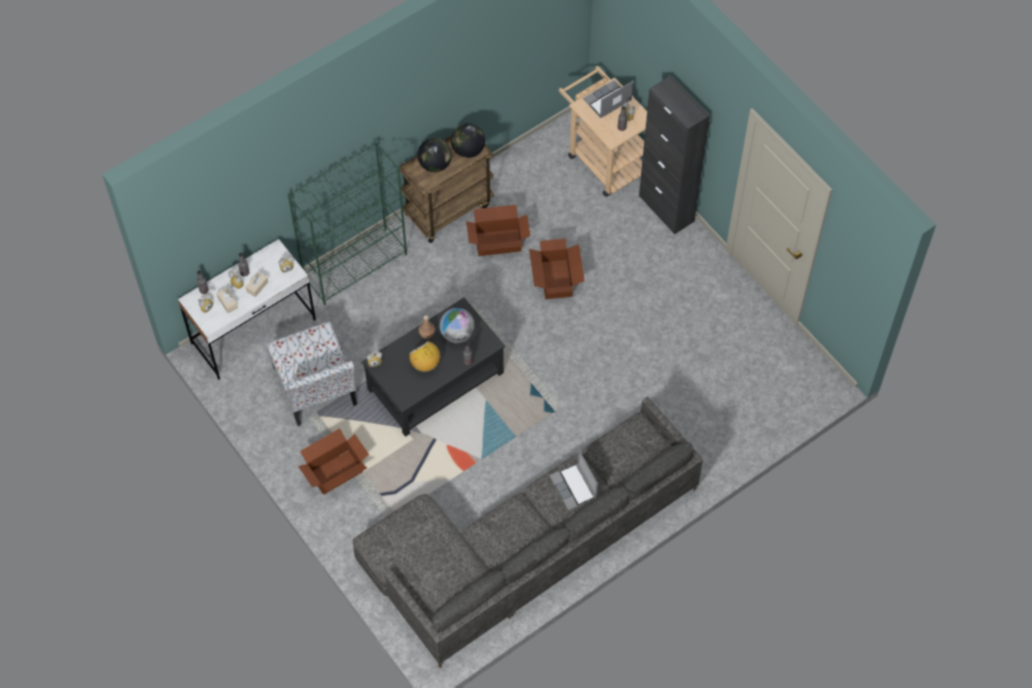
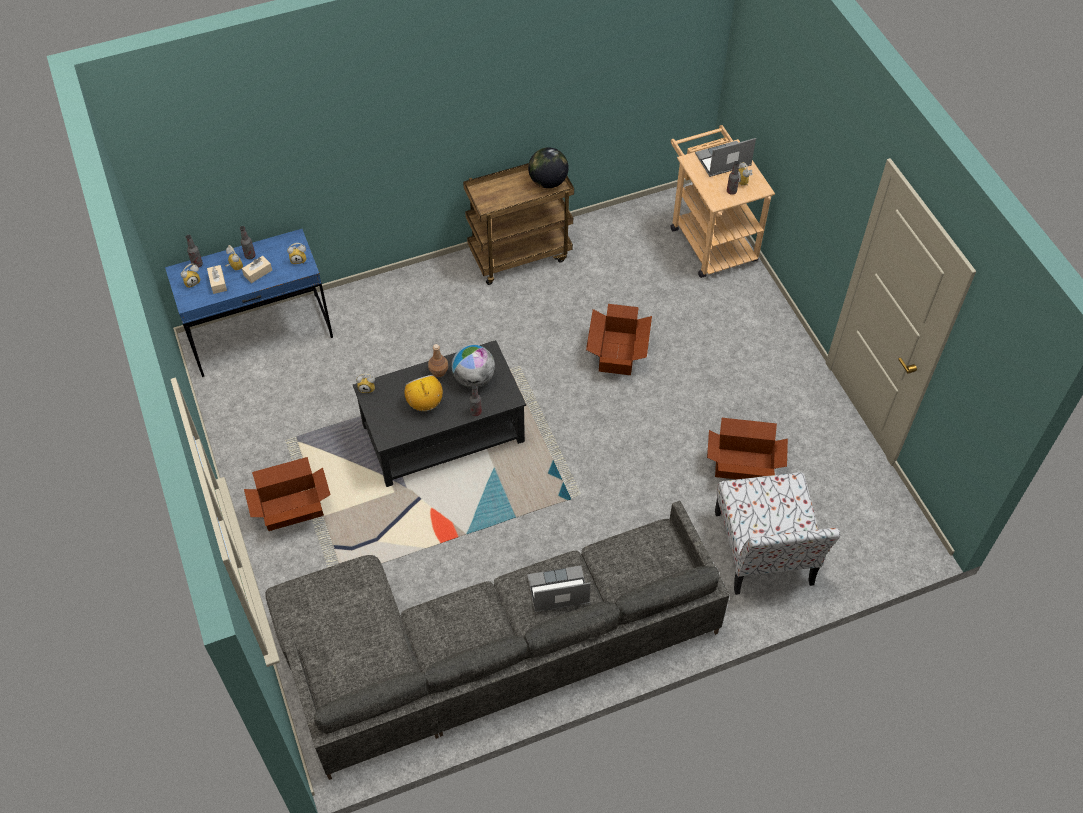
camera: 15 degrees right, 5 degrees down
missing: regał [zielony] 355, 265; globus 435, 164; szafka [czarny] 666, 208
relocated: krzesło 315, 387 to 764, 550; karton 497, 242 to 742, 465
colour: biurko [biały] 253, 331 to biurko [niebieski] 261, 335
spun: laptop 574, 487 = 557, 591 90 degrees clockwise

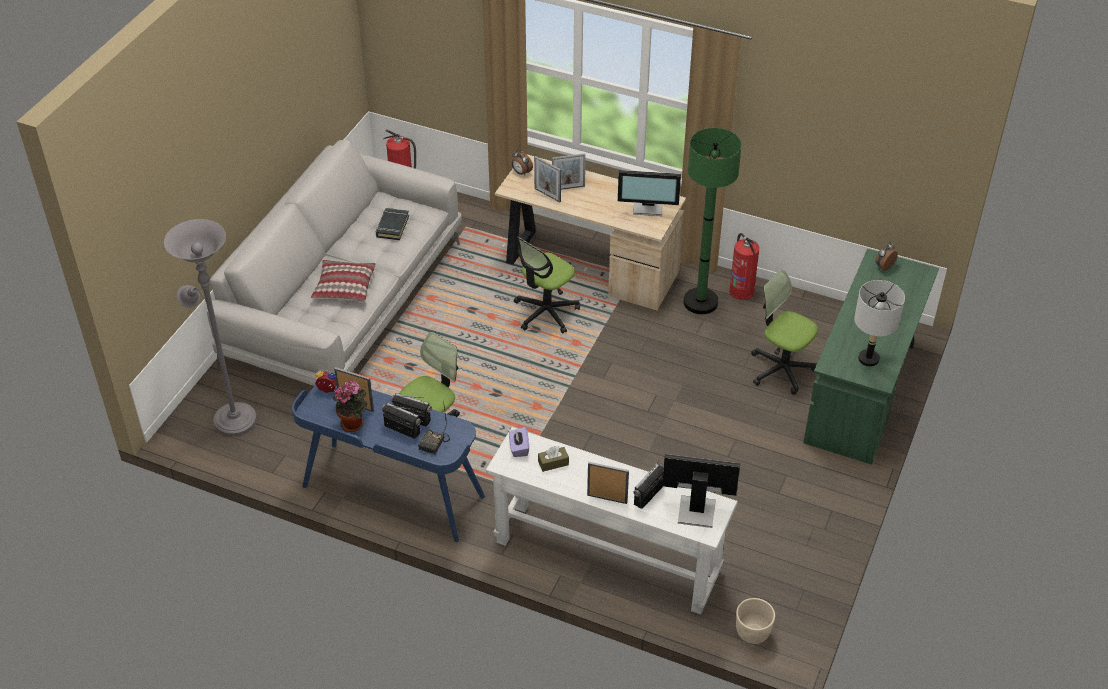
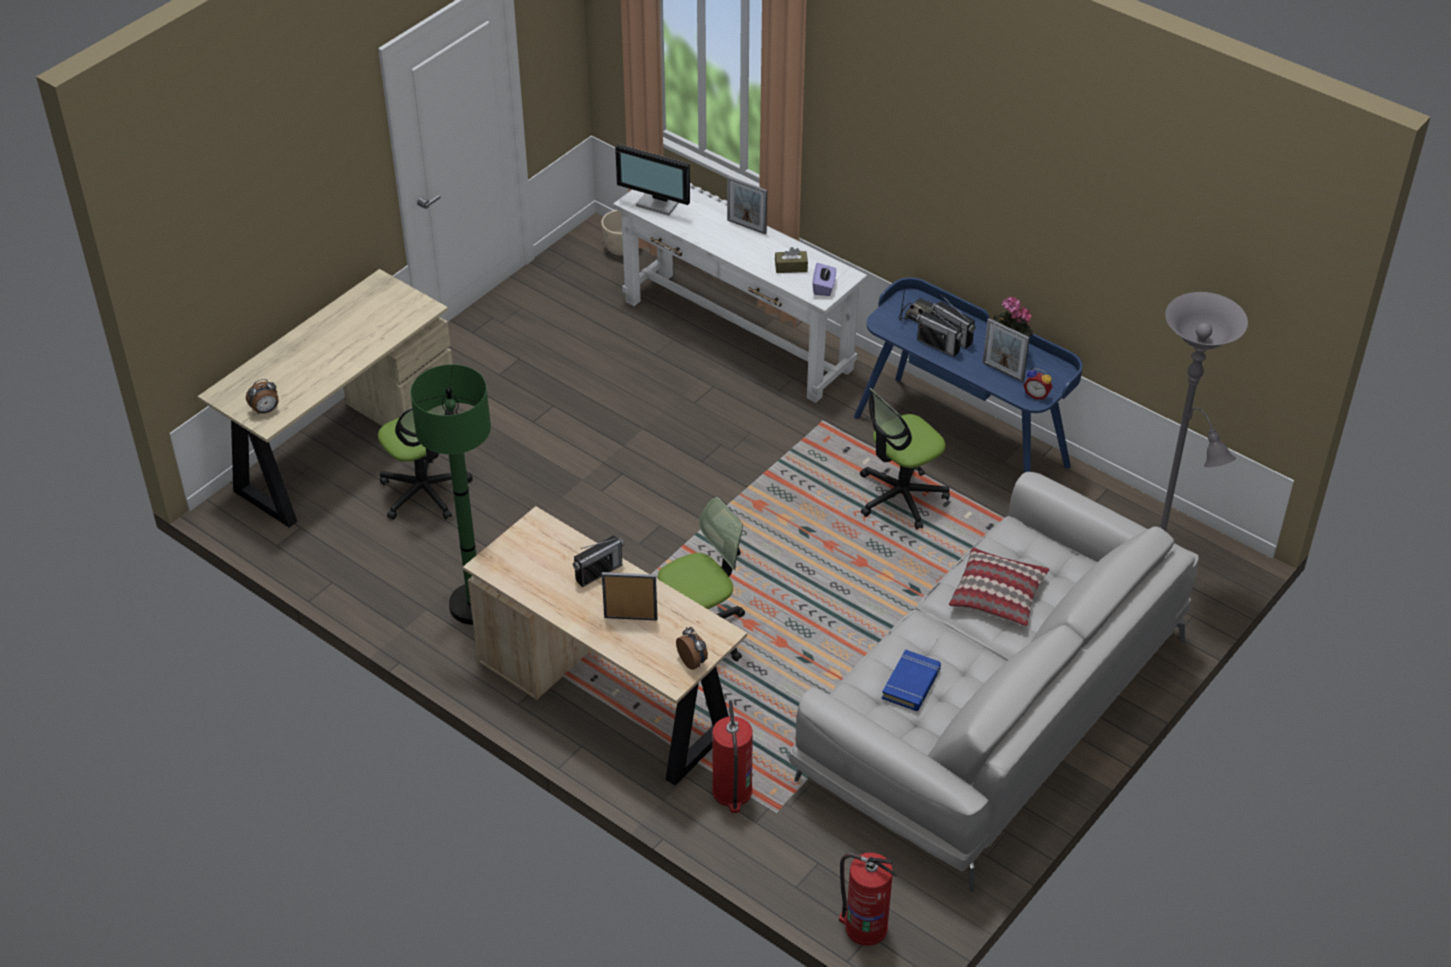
camera: 165 degrees left, 0 degrees up
missing: ramka na zdjęcie 547, 195; monitor 648, 207; lampa stołowa [szary] 868, 359
relocated: radio 648, 495 to 598, 572; gaśnica 741, 290 to 732, 792
colour: książka [czarny] 392, 226 to książka [niebieski] 911, 684; biurko [zielony] 864, 389 to biurko [beżowy] 341, 447

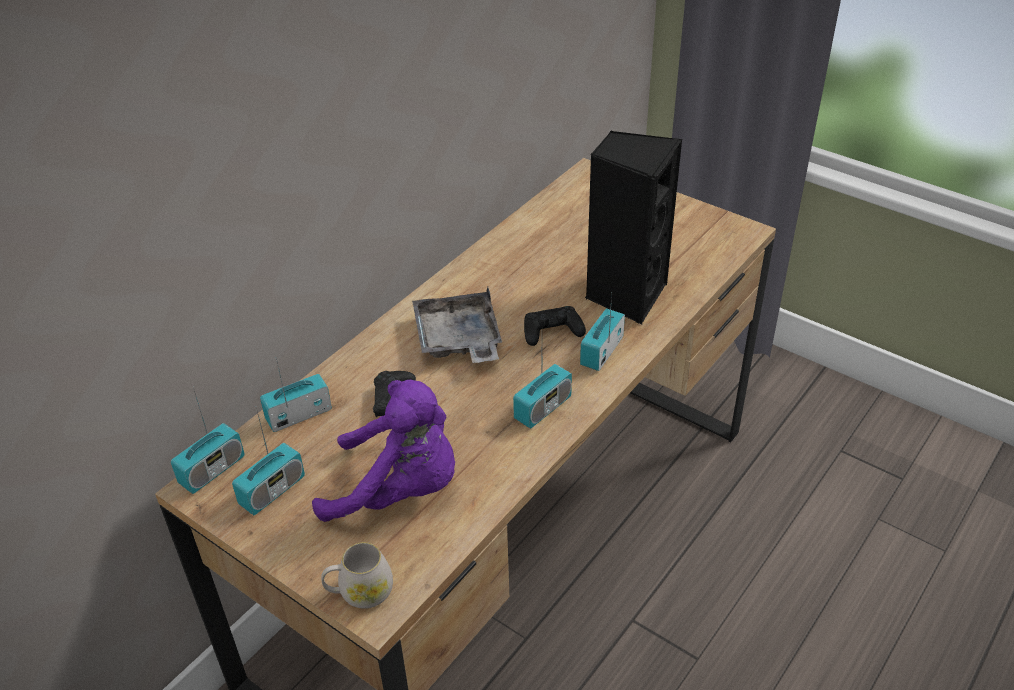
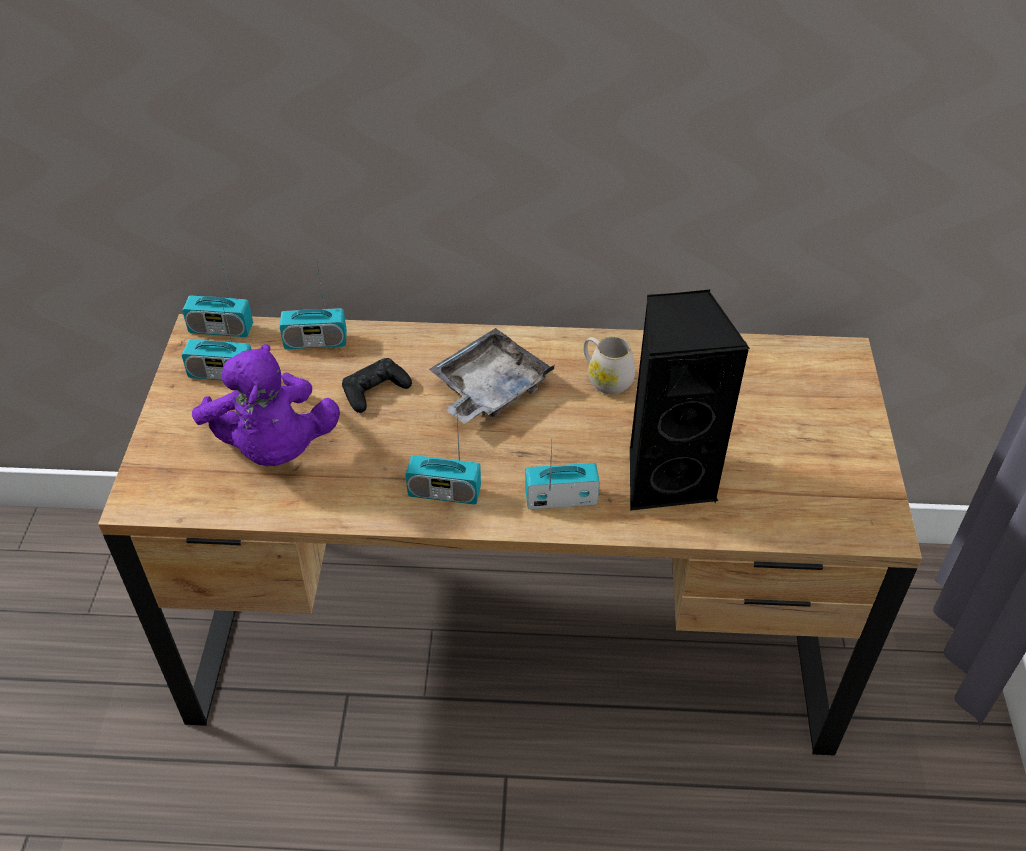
camera: 55 degrees right, 5 degrees up
missing: pad do gier [czarny] 552, 331
relocated: kubek [biały] 360, 593 to 605, 379
spun: radio 299, 415 = 315, 342 150 degrees clockwise

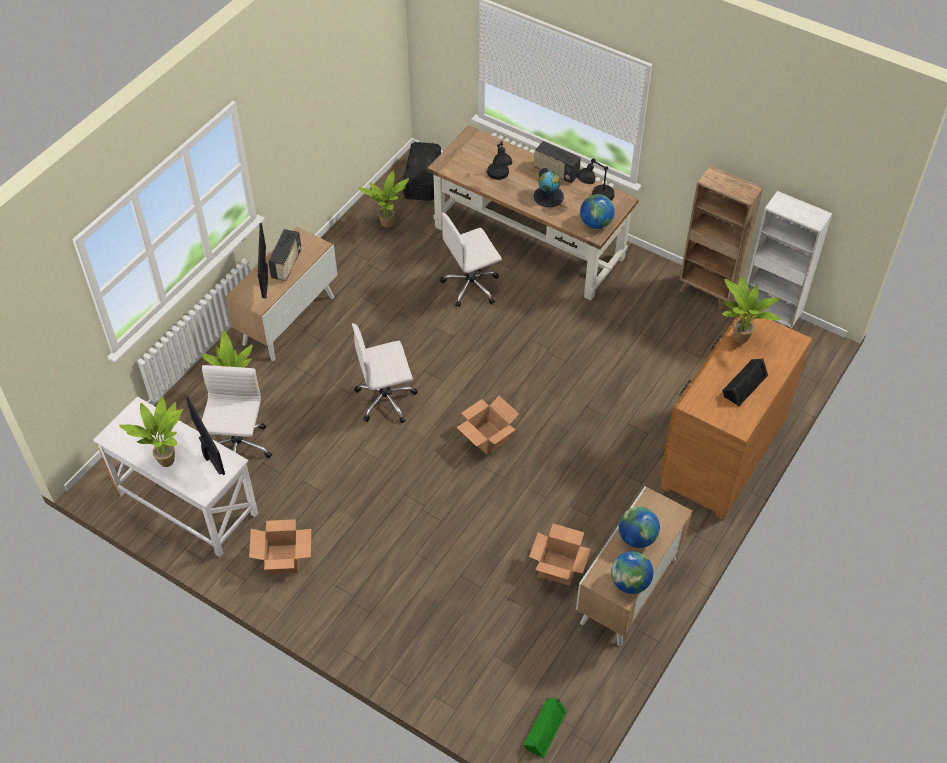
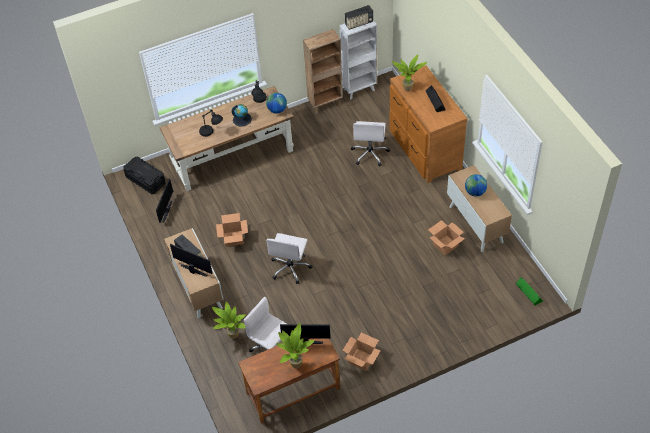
camera: 55 degrees left, 0 degrees up
missing: globus 630, 583
relocated: krzesło biurowe [biały] 472, 286 to 370, 153; karton 488, 438 to 234, 238; radio 556, 172 to 359, 23
exchanged: roślina doniczkowa 388, 225 to monitor 166, 211
colour: biurko [biały] 186, 504 to biurko [brązowy] 293, 391

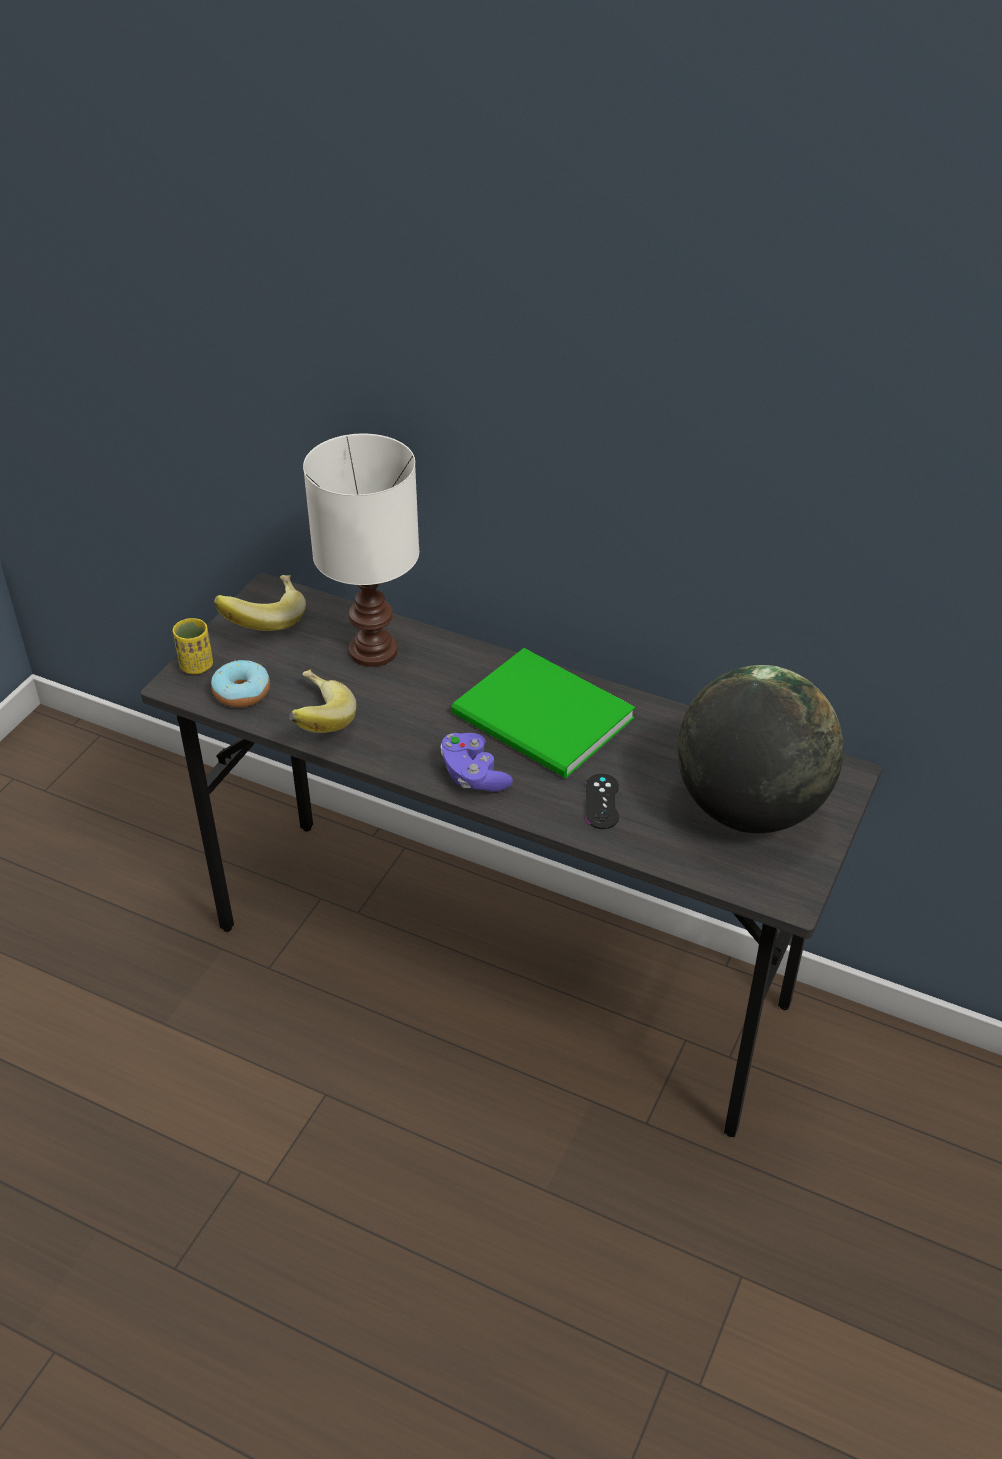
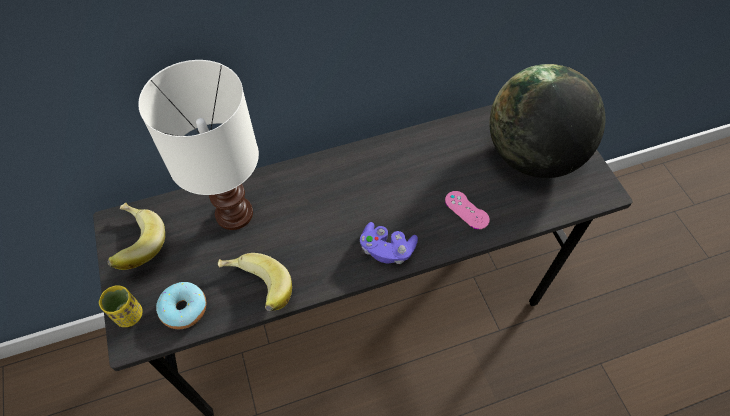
camera: 45 degrees left, 15 degrees up
missing: książka [zielony] 544, 720
colour: pad do gier [czarny] 602, 802 to pad do gier [różowy] 466, 210

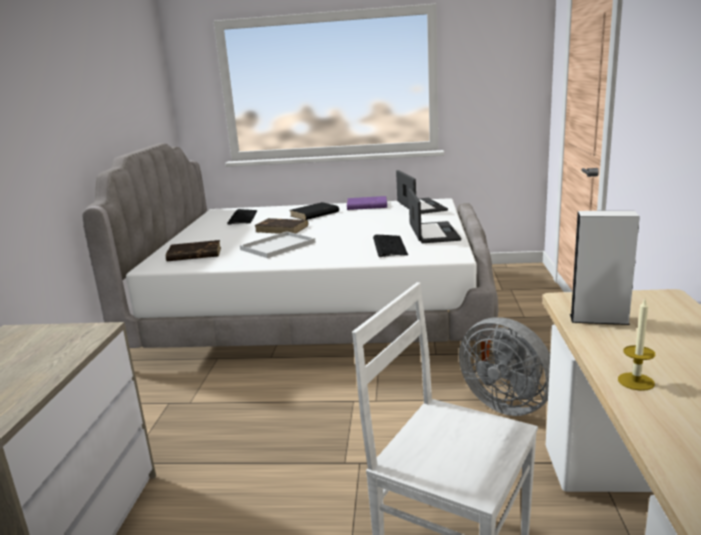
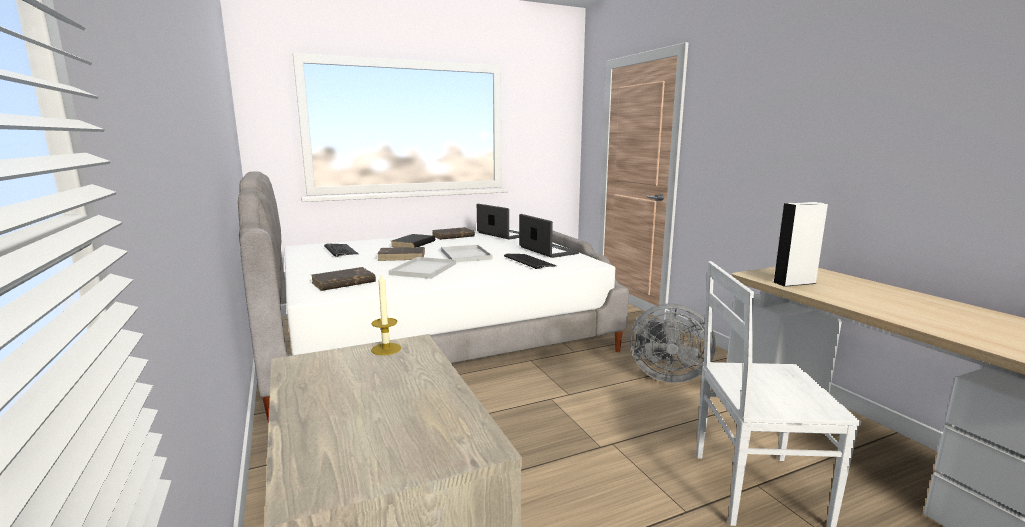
camera: 30 degrees left, 5 degrees down
appeared: taca [biały] 467, 255
relocated: świeca 636, 381 to 386, 349
colour: książka [fioletowy] 366, 206 to książka [brązowy] 453, 236

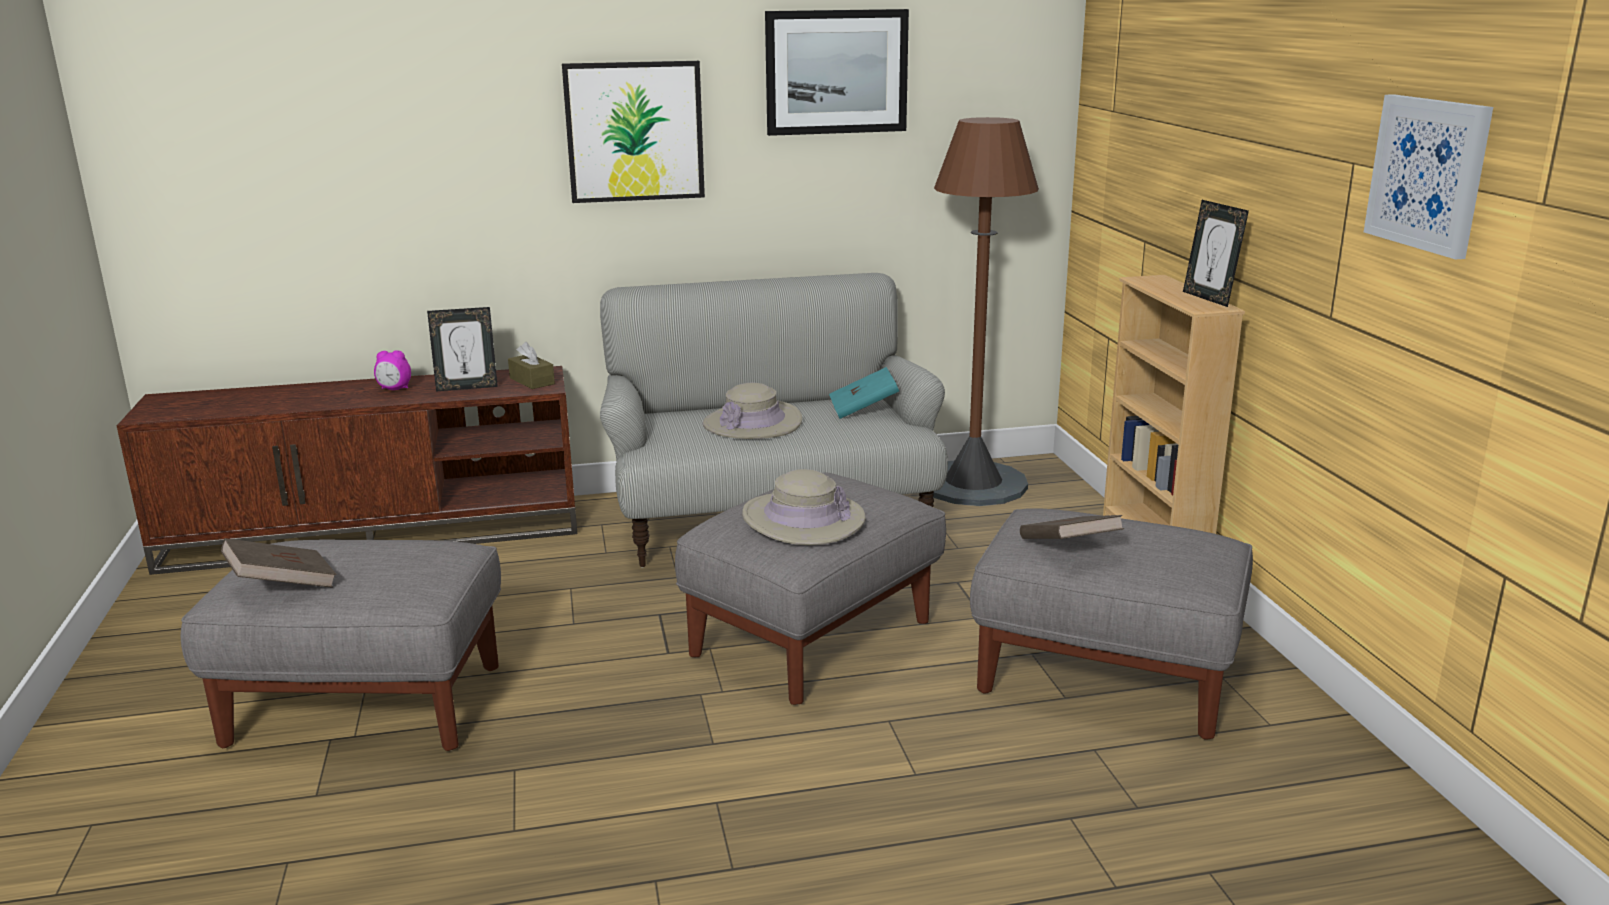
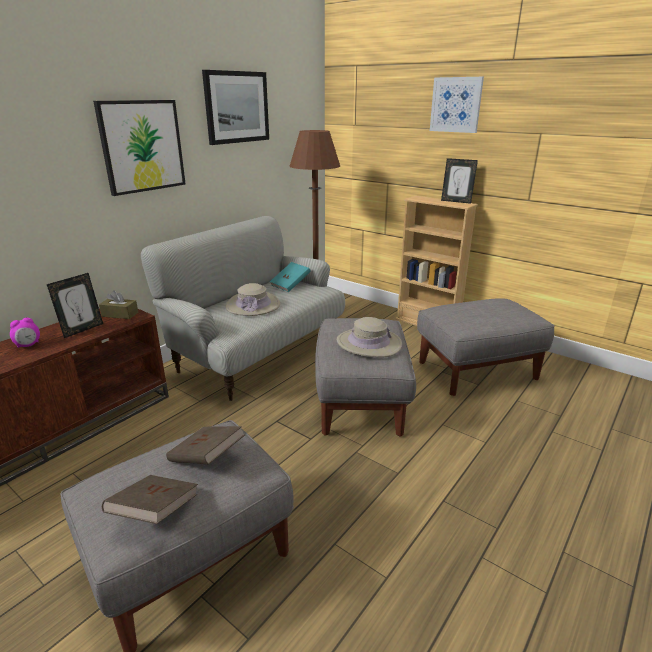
camera: 40 degrees left, 5 degrees up
relocated: książka [brązowy] 1068, 549 to 207, 458; obraz 1428, 174 to 456, 105

